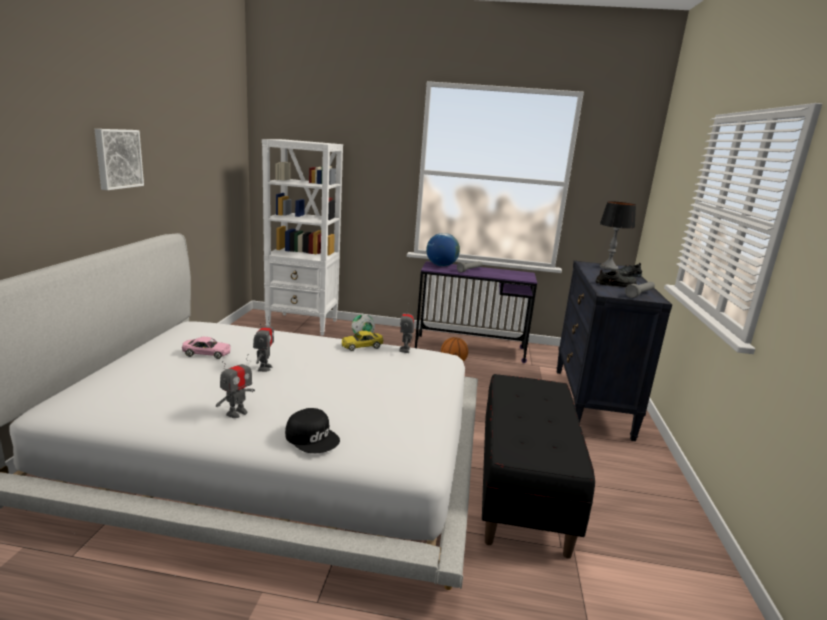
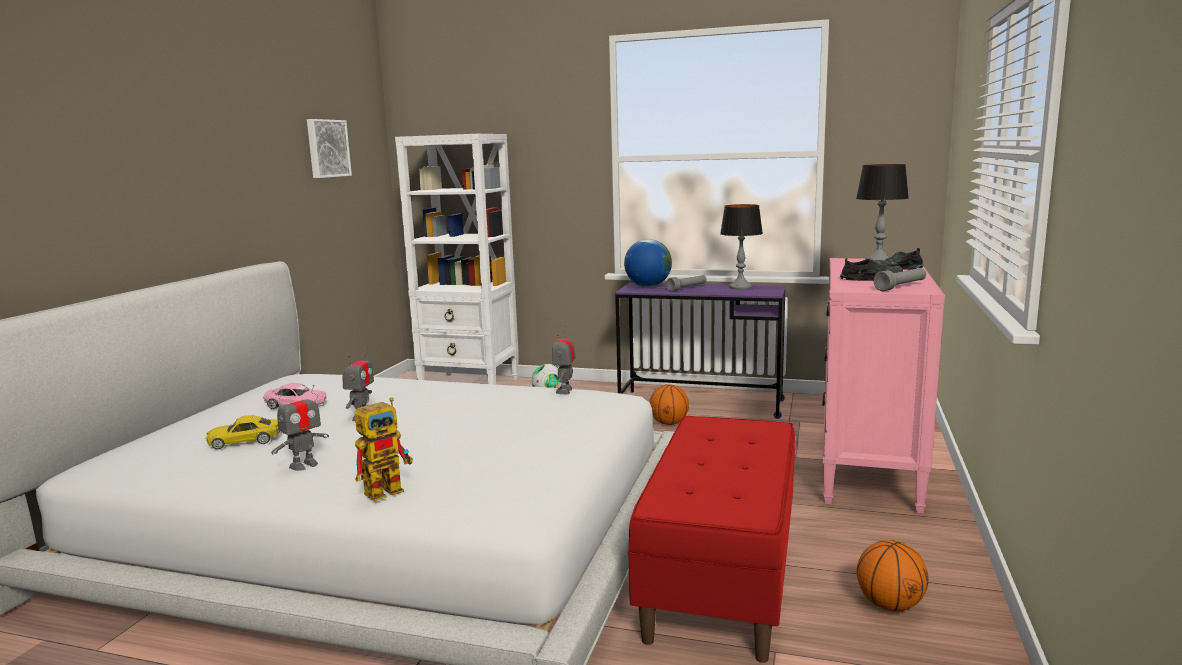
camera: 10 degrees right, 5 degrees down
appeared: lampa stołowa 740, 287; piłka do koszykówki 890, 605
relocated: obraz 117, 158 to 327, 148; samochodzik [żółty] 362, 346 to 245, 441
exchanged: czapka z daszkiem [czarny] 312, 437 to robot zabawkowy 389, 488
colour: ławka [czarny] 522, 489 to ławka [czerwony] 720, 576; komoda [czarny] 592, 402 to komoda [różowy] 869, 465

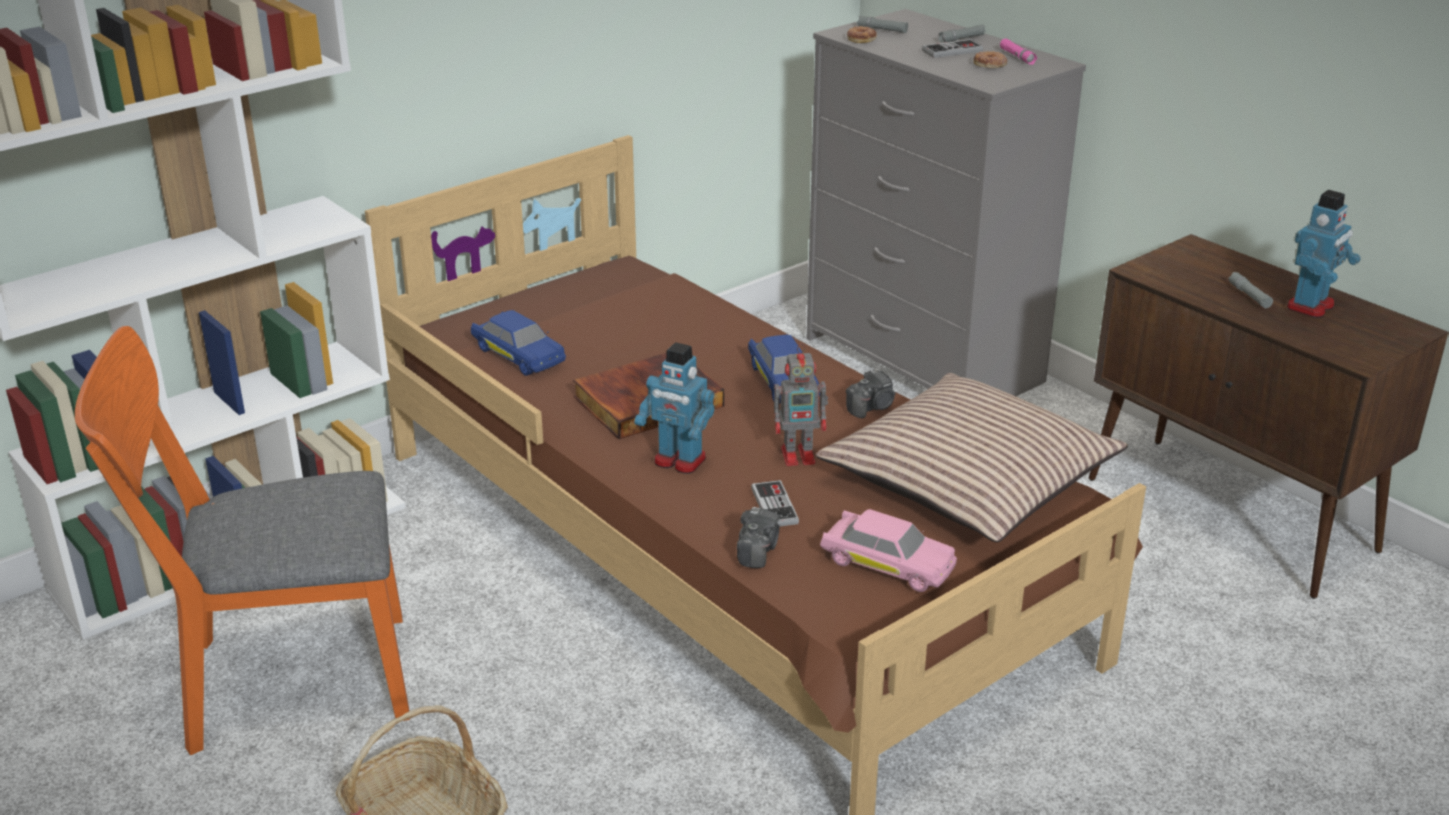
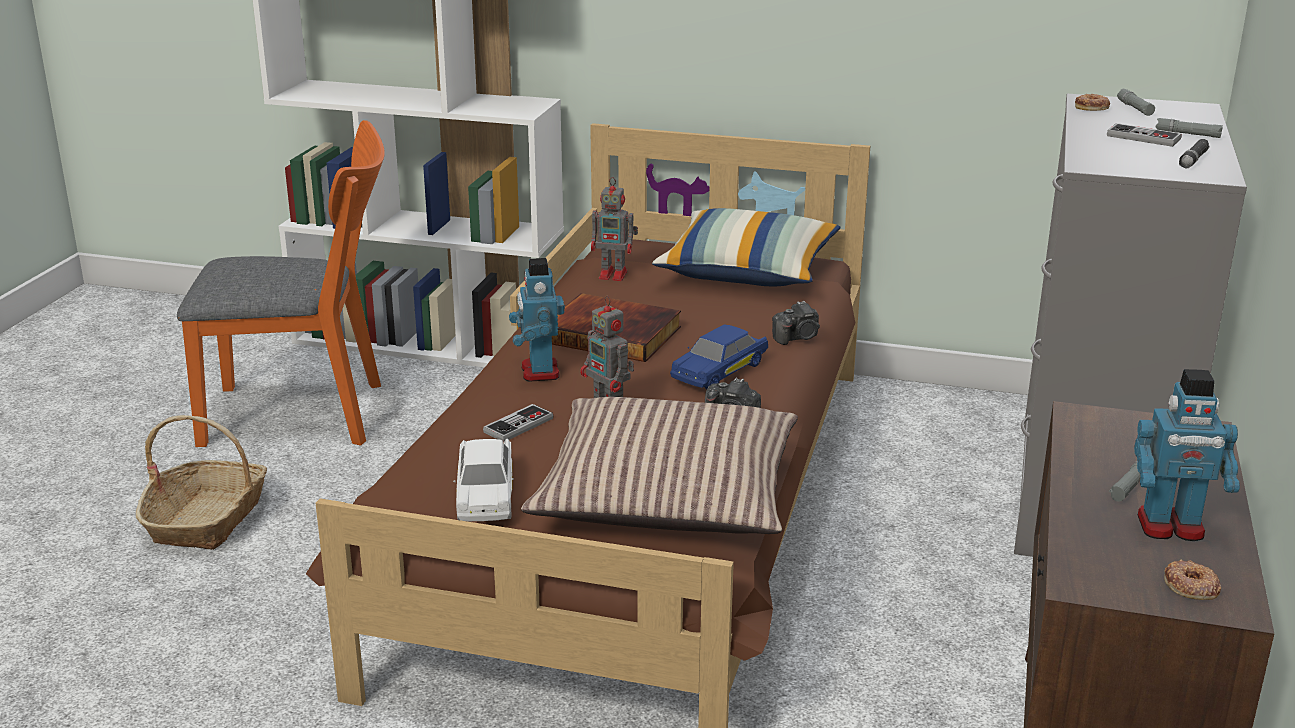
camera: 55 degrees right, 5 degrees down
appeared: poduszka 748, 272
relocated: aparat fotograficzny 757, 551 to 797, 338; donut 990, 64 to 1190, 586
exchanged: samochodzik [niebieski] 518, 355 to robot zabawkowy 615, 275
colour: samochodzik [różowy] 886, 564 to samochodzik [biały] 485, 495; latarka [różowy] 1017, 56 to latarka [czarny] 1193, 160
spun: krzesło [pomarańczowy] 278, 683 = 308, 414 135 degrees clockwise

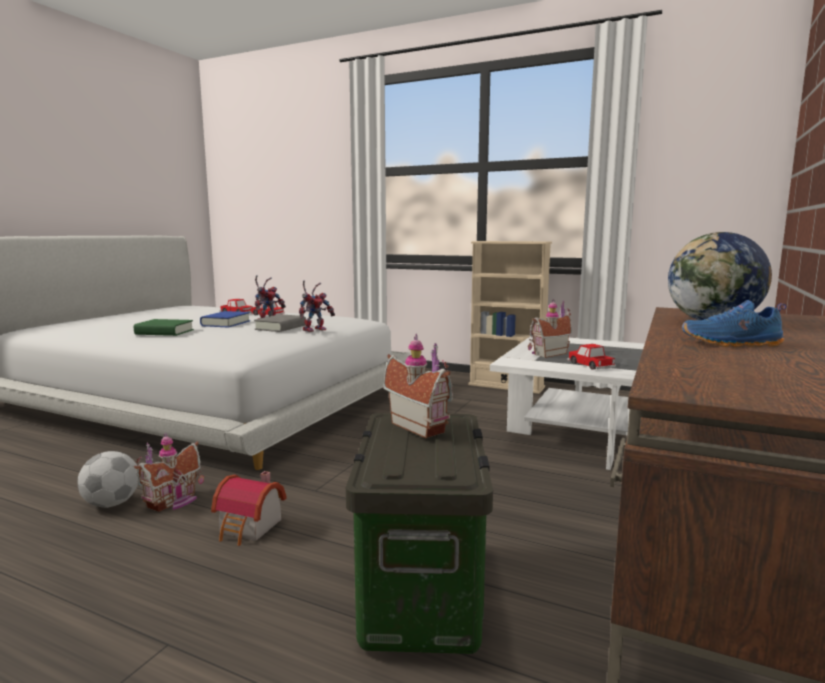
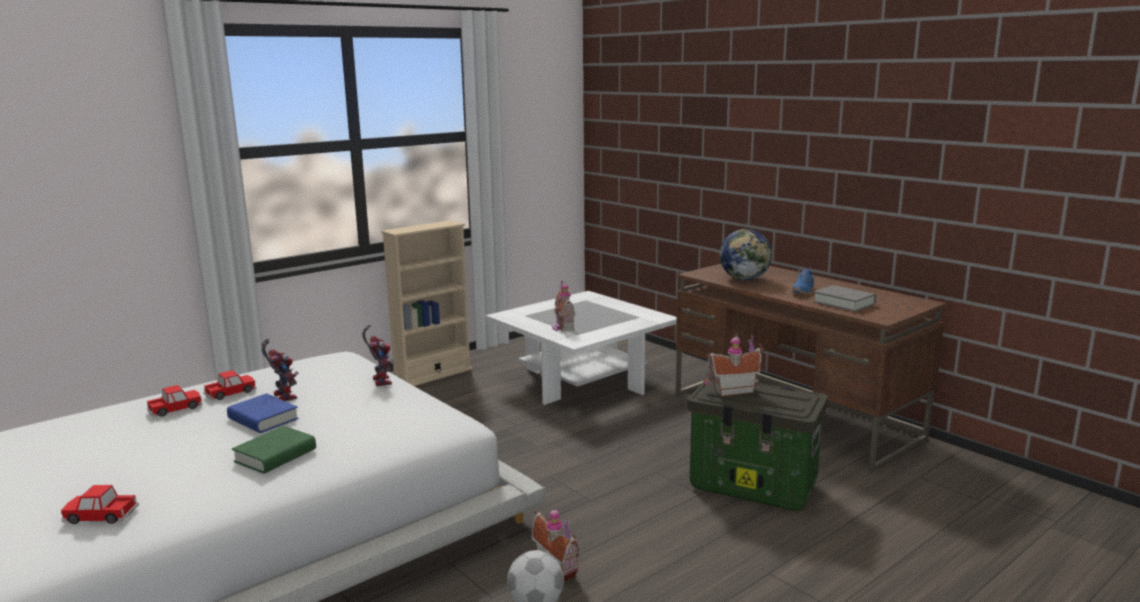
camera: 65 degrees left, 5 degrees up
missing: domek 250, 528
relocated: książka [szary] 280, 327 to 843, 303; samochodzik 590, 365 to 100, 516

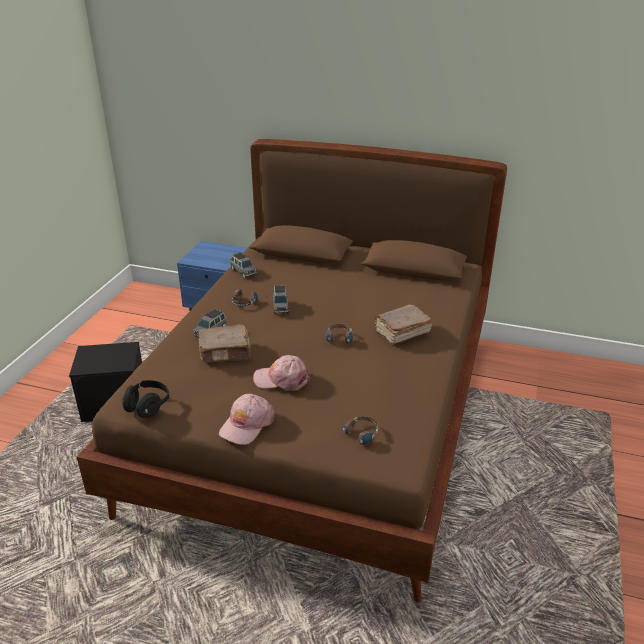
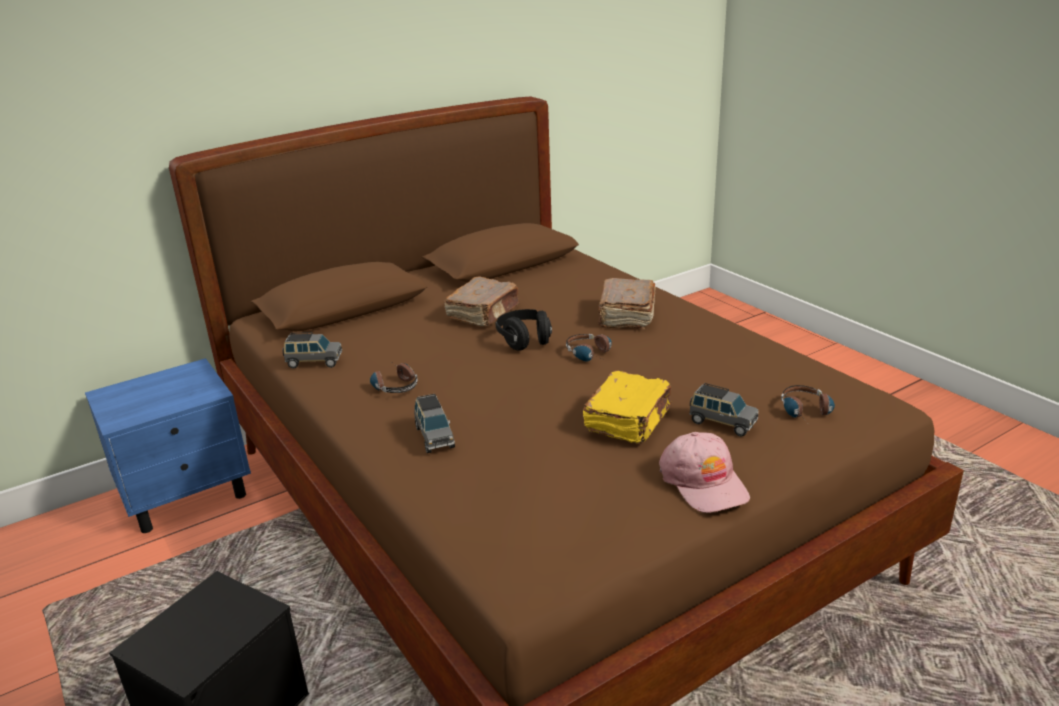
camera: 50 degrees left, 5 degrees down
relocated: słuchawki [czarny] 148, 406 to 524, 341; książka [brązowy] 226, 352 to 484, 313; samochodzik [szary] 280, 307 to 721, 423
exchanged: czapka z daszkiem [różowy] 282, 379 to książka [żółty] 629, 421

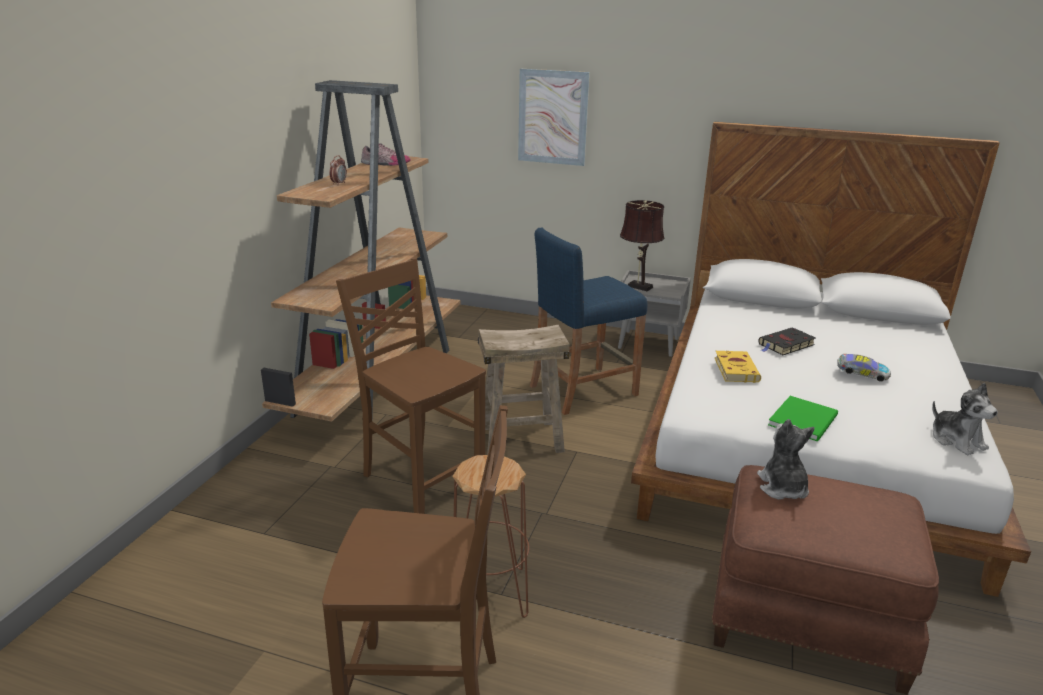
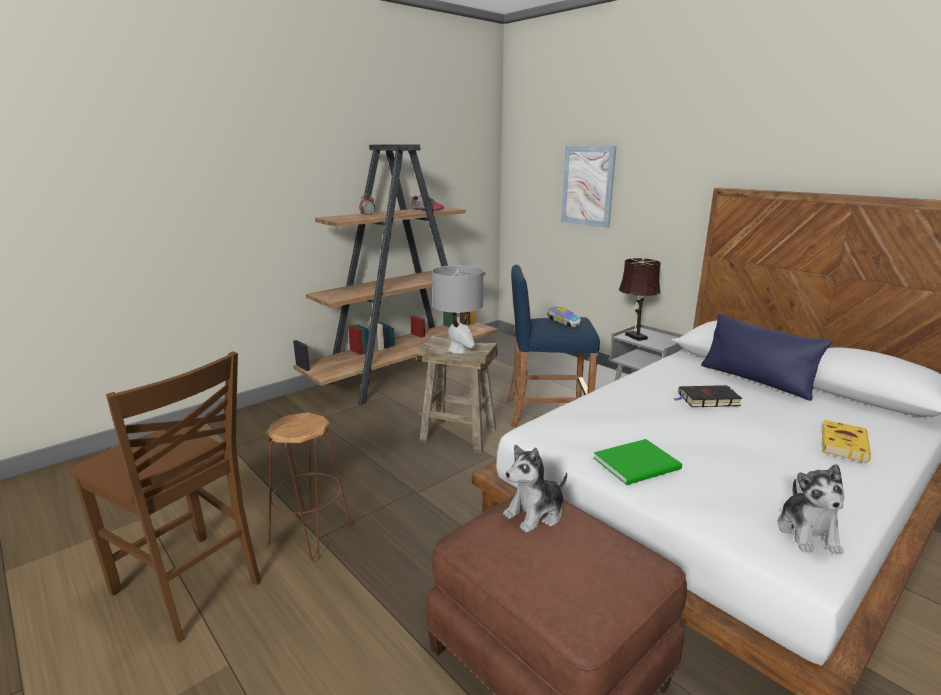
camera: 30 degrees right, 5 degrees down
missing: krzesło [brązowy] 420, 479
appeared: lampa stołowa [szary] 458, 350; poduszka [niebieski] 755, 380
relocated: książka [żółty] 735, 369 to 843, 443; samochodzik 860, 375 to 562, 323
spun: pluszak 782, 488 = 535, 513 150 degrees counterclockwise

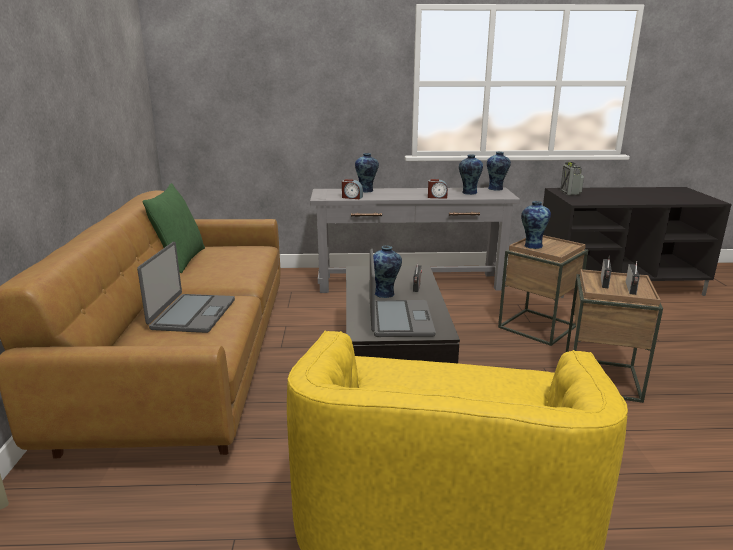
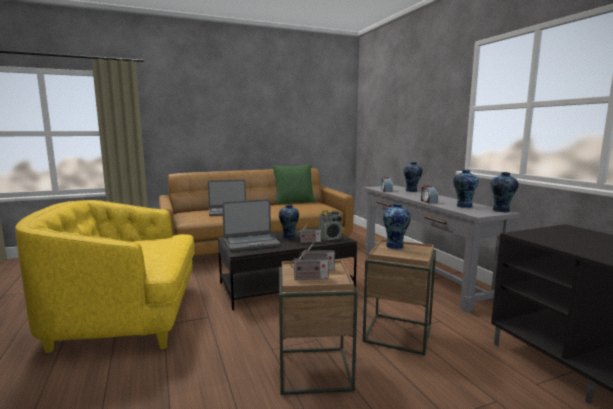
camera: 70 degrees right, 10 degrees down
relocated: radio 570, 192 to 330, 238

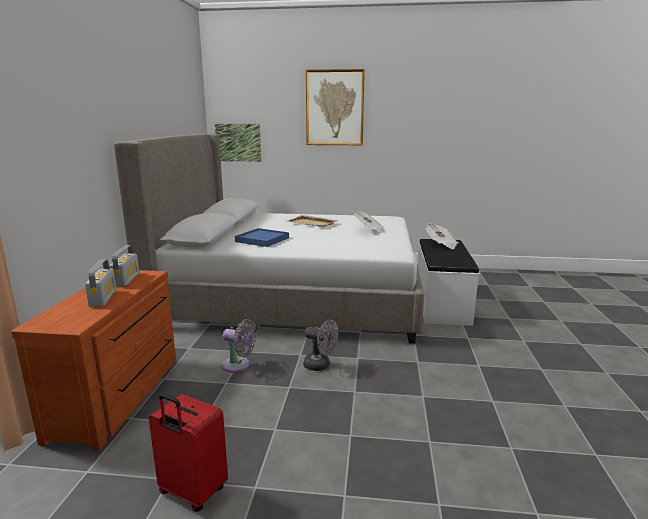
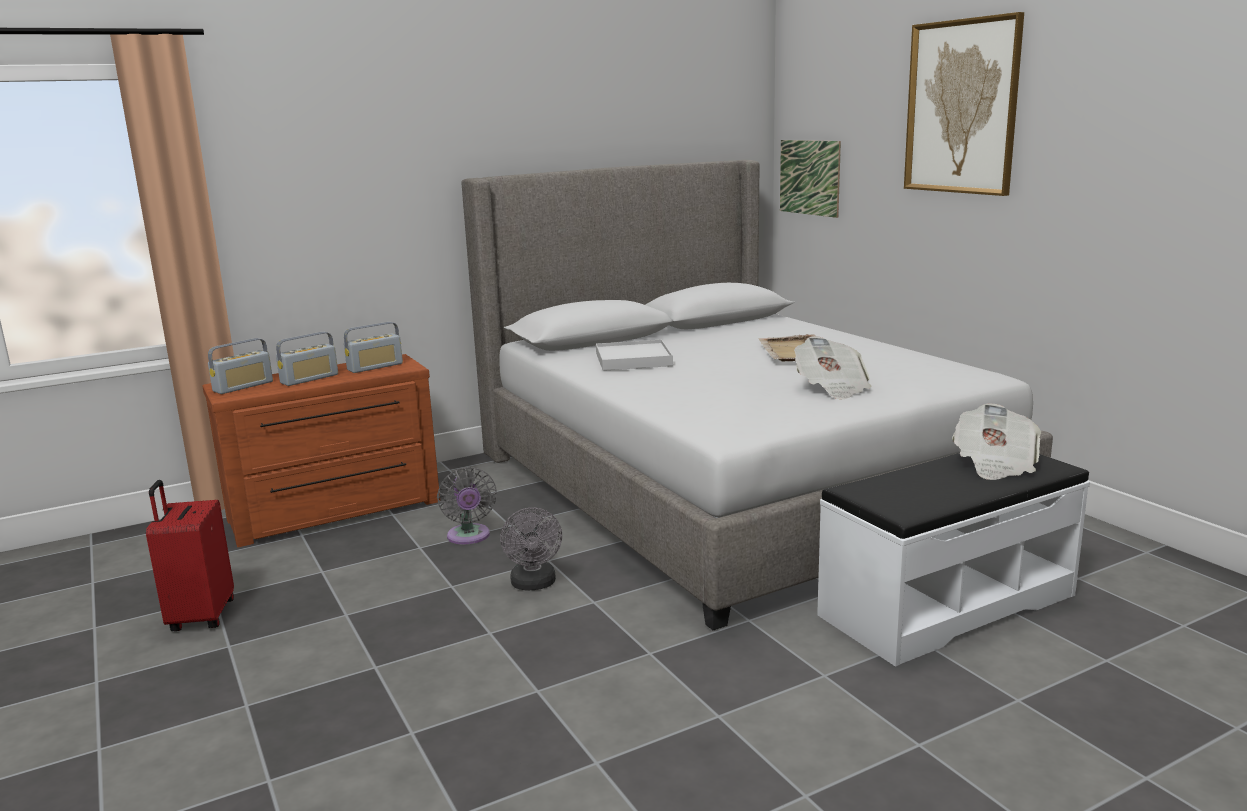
camera: 55 degrees right, 0 degrees up
appeared: radio 243, 386
colour: taca [niebieski] 262, 240 to taca [biały] 633, 359

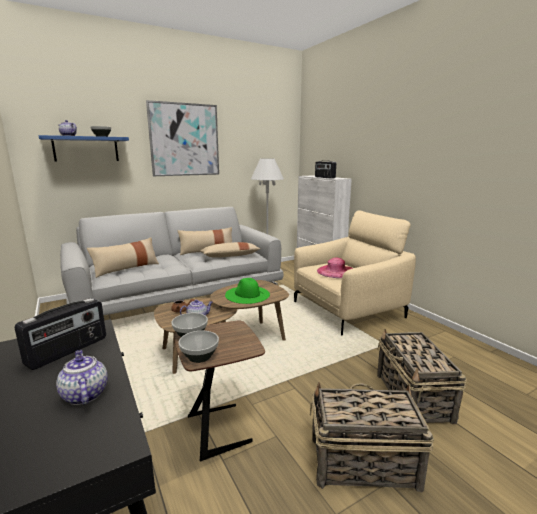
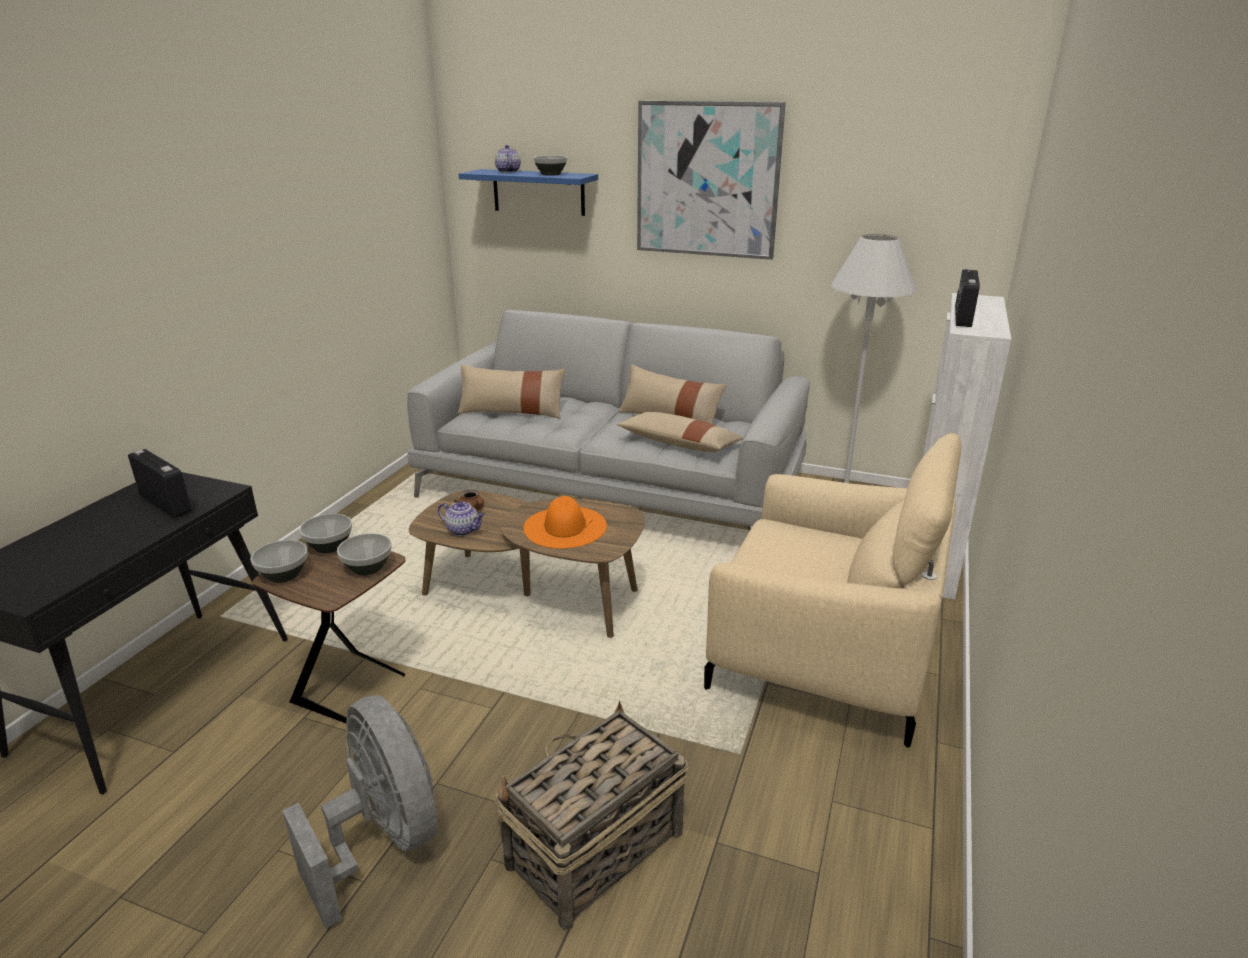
camera: 50 degrees right, 10 degrees up
missing: imbryk 84, 394; kapelusz [różowy] 336, 271
appeared: miska 367, 567
exchanged: koszyk 362, 462 to wentylator [szary] 382, 841
colour: kapelusz [zielony] 247, 294 to kapelusz [pomarańczowy] 565, 526
spun: radio 68, 351 = 166, 504 135 degrees counterclockwise

